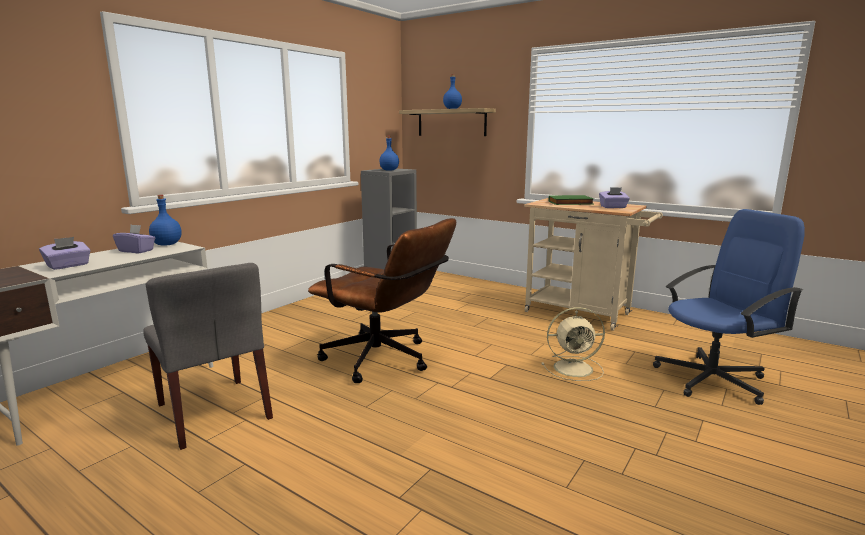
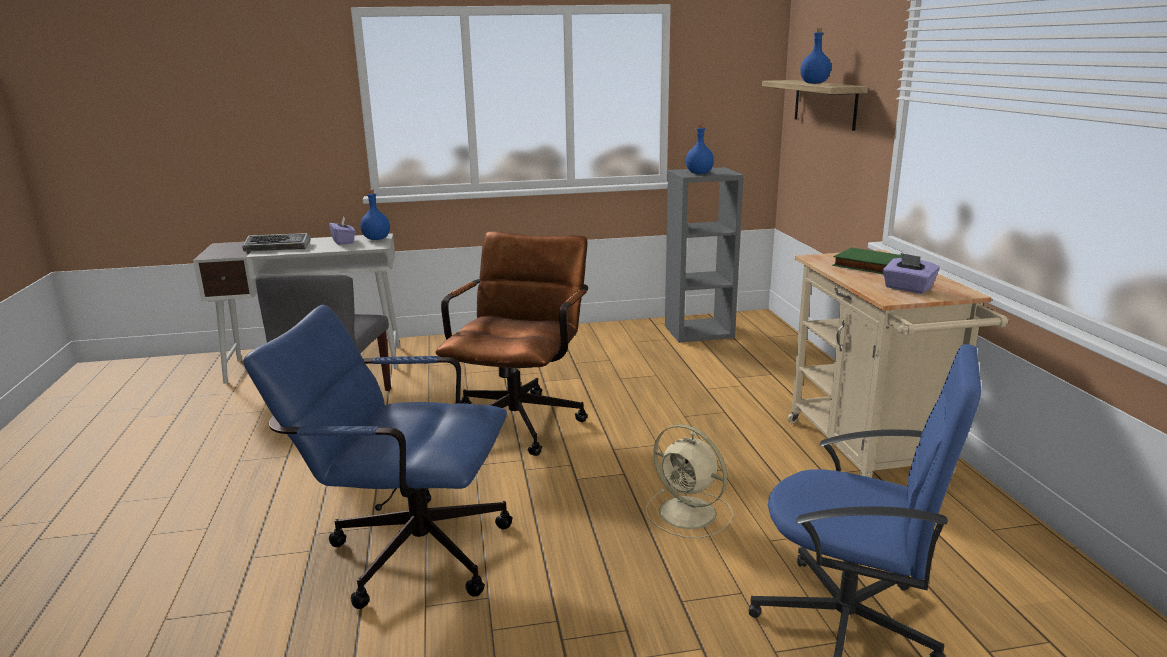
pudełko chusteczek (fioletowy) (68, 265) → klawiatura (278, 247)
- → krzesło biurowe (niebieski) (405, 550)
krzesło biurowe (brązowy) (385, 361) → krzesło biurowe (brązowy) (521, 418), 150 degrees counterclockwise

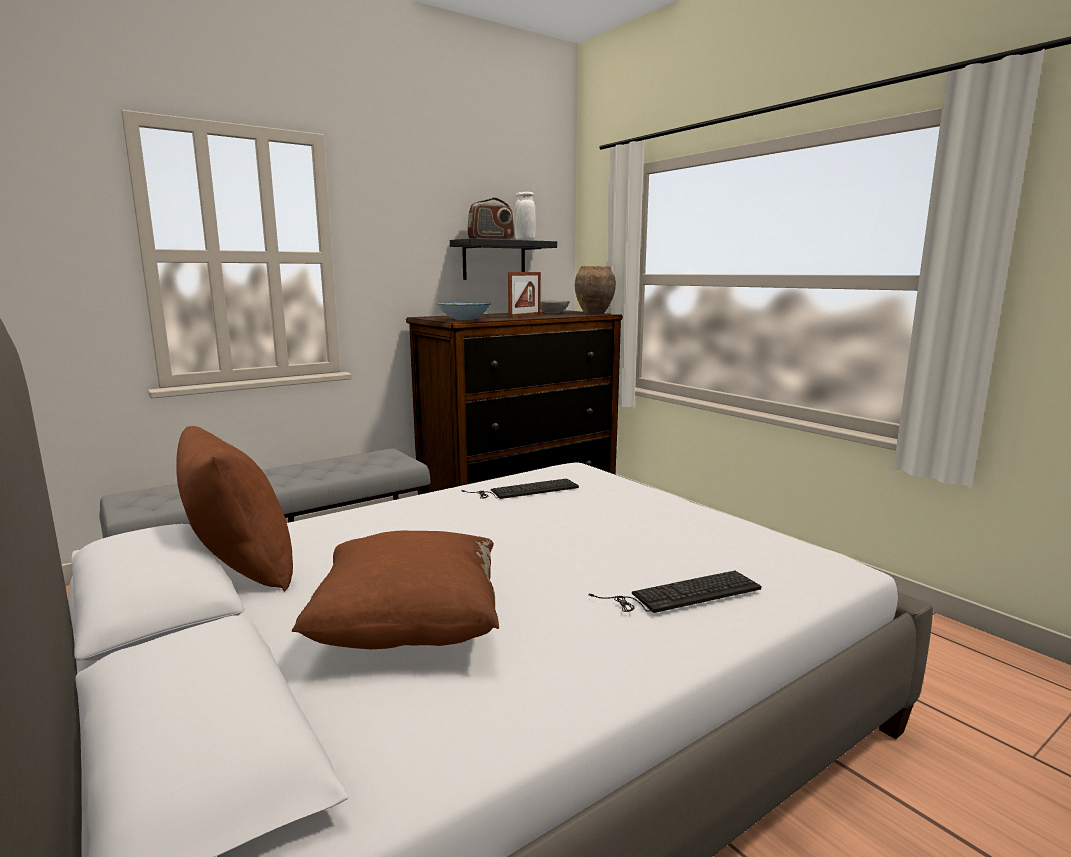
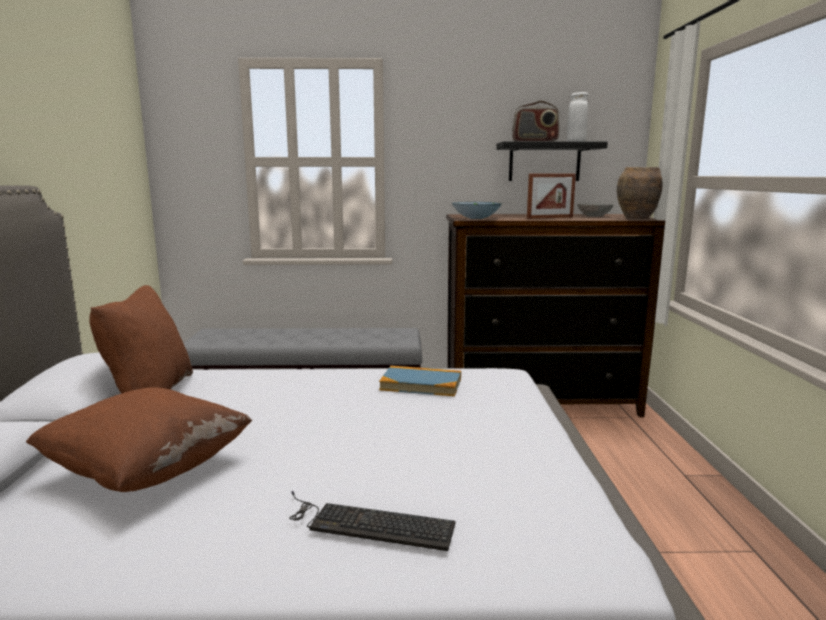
klawiatura (524, 490) → książka (421, 384)

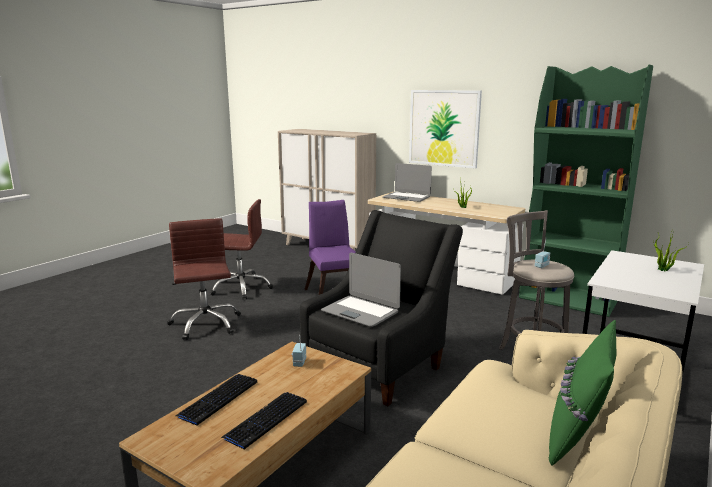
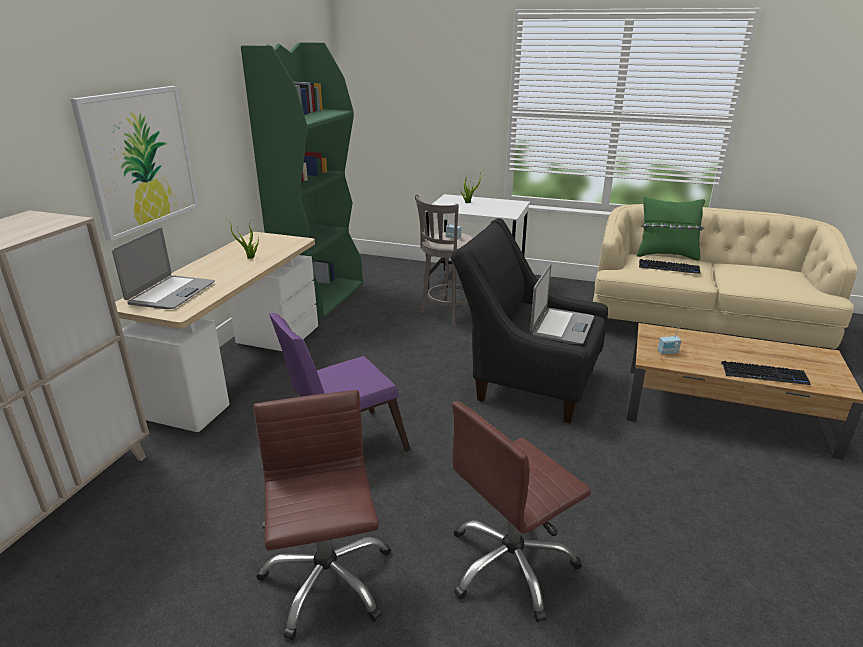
klawiatura (266, 420) → klawiatura (668, 268), moved

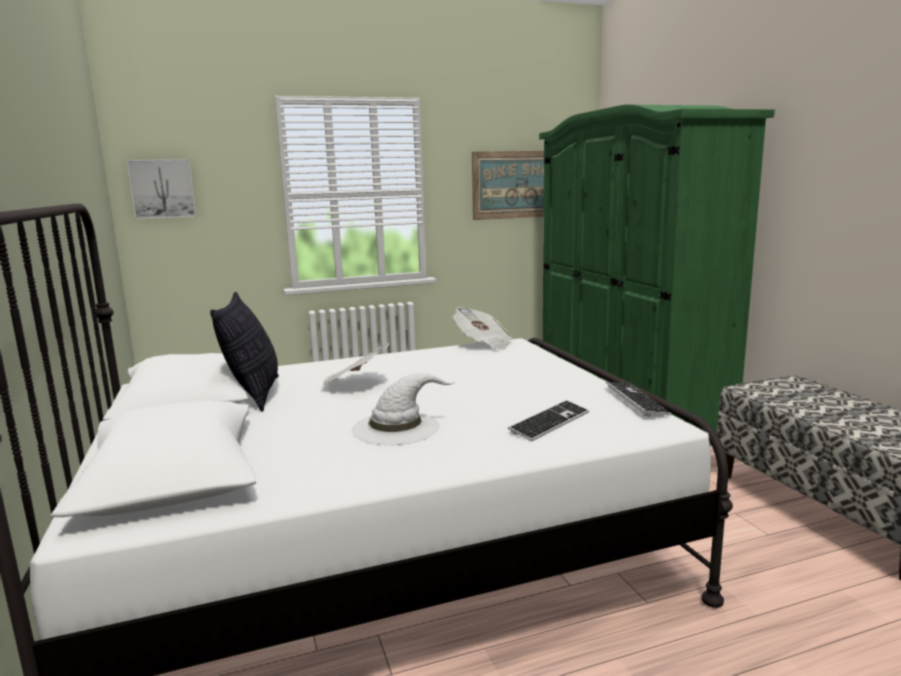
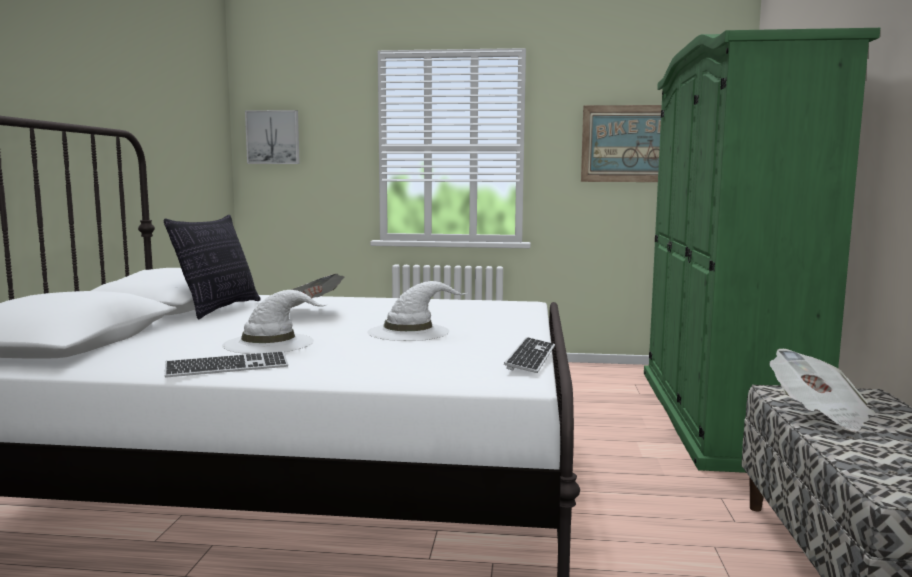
klawiatura (550, 422) → klawiatura (227, 368), moved
- → kapelusz (biały) (410, 331)
gazeta (483, 344) → gazeta (819, 414), moved

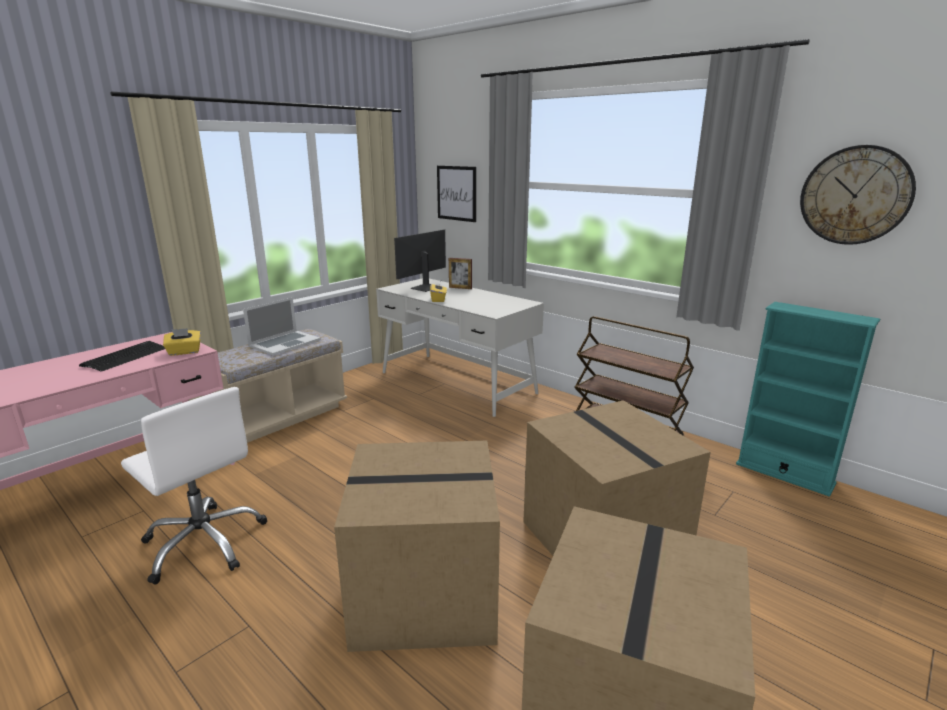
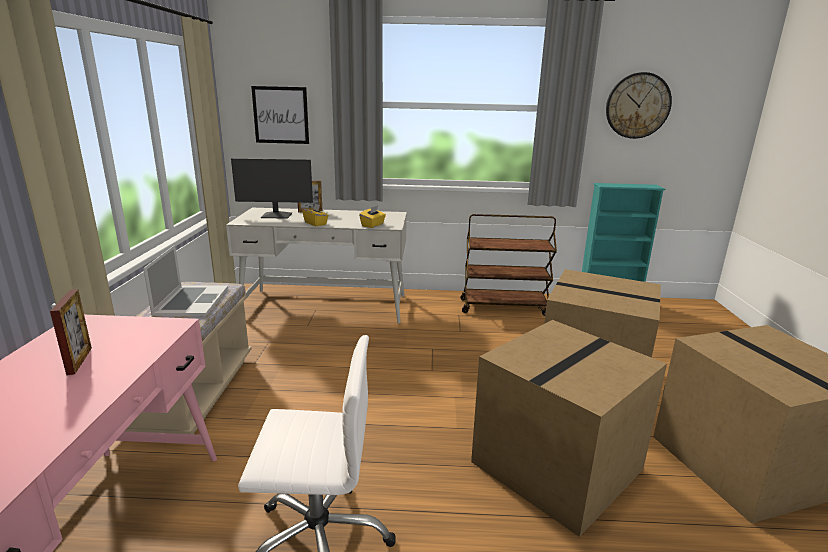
klawiatura (125, 357) → ramka na zdjęcie (79, 361)
monitor (425, 287) → monitor (276, 215), 90 degrees counterclockwise
pudełko chusteczek (żółty) (184, 352) → pudełko chusteczek (żółty) (373, 225), moved

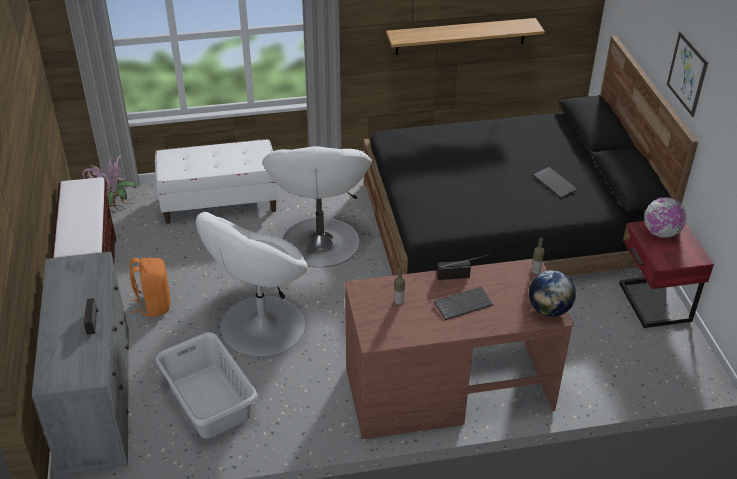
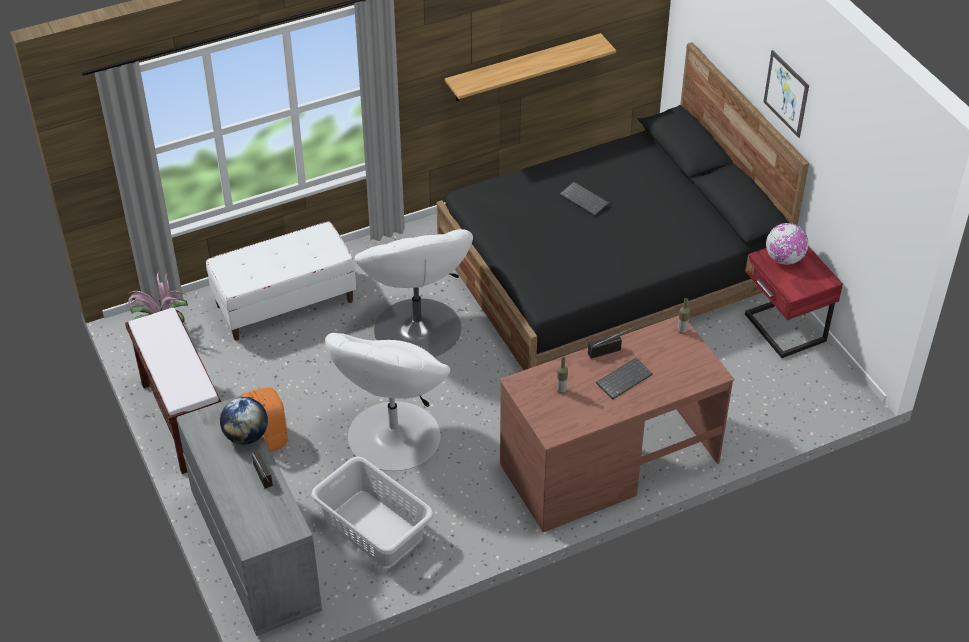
globus (549, 310) → globus (246, 436), moved
klawiatura (555, 183) → klawiatura (585, 199), moved

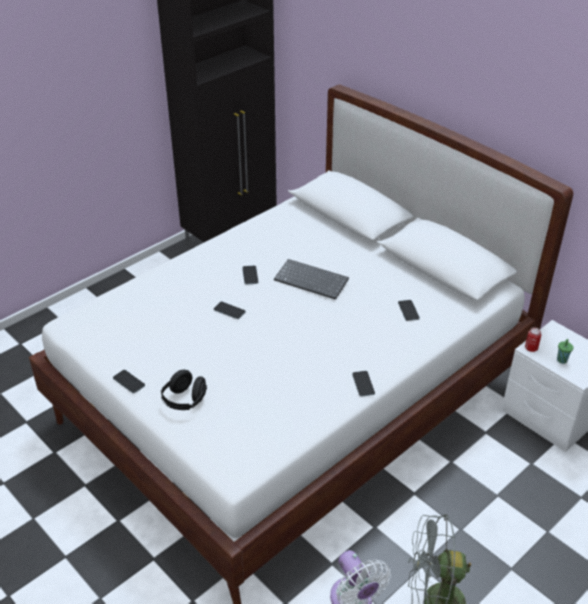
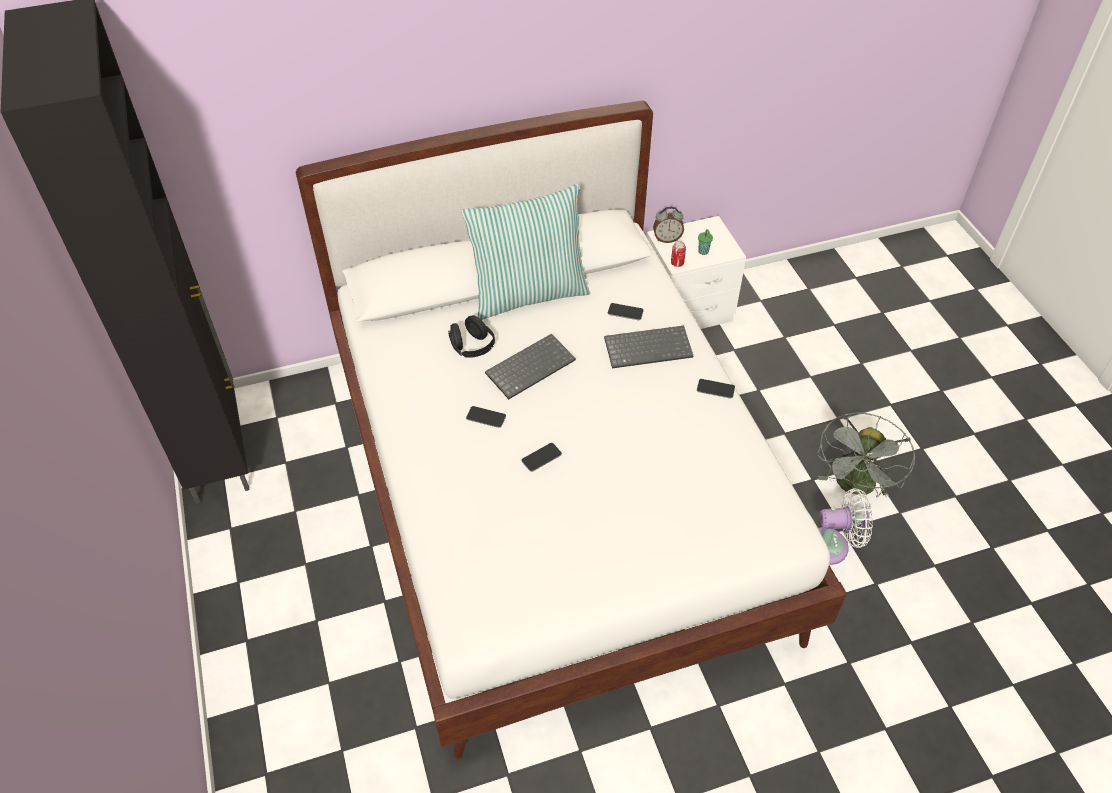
słuchawki (czarny) (184, 401) → słuchawki (czarny) (472, 347), moved
- → poduszka (528, 294)
- → klawiatura (649, 347)
- → budzik (667, 239)
telefon (129, 382) → -

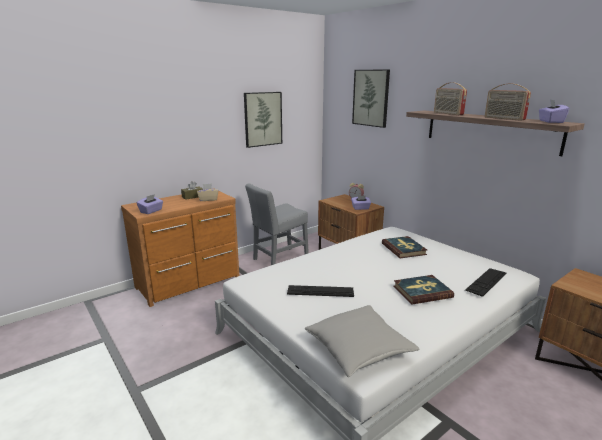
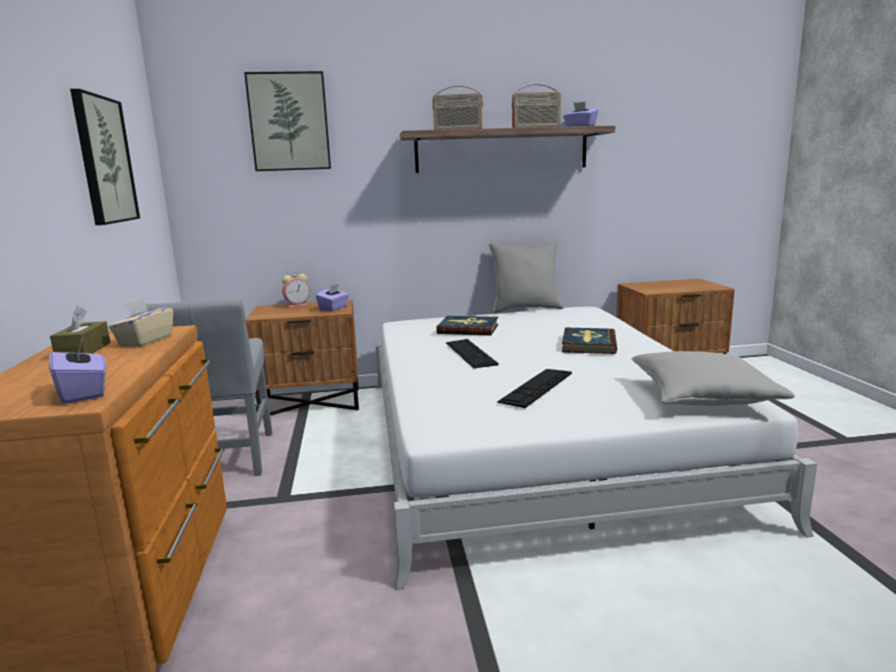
klawiatura (486, 281) → klawiatura (470, 353), moved
- → poduszka (szary) (526, 309)

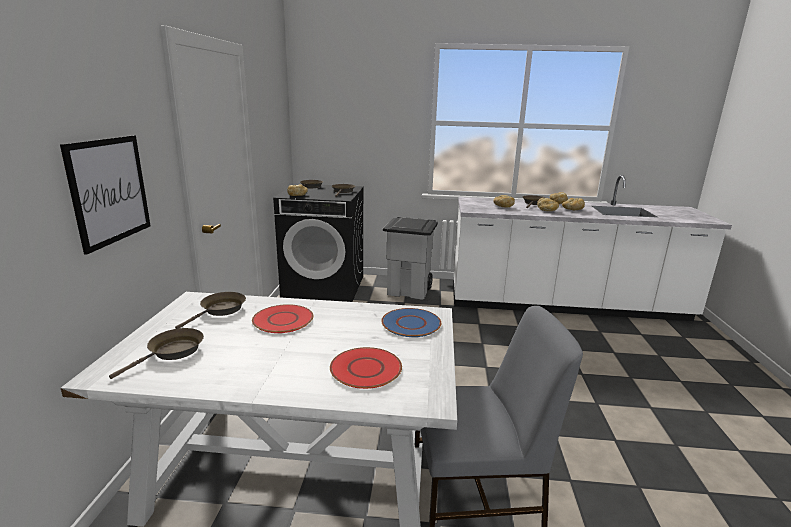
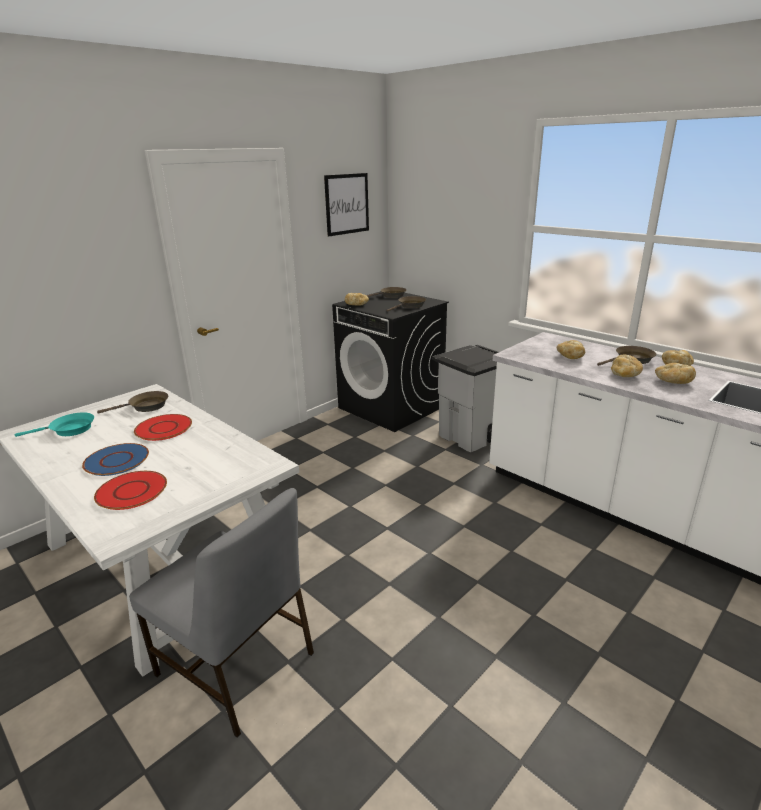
patelnia (brązowy) (172, 352) → patelnia (turkusowy) (69, 430)
talerz (niebieski) (411, 323) → talerz (niebieski) (117, 460), moved
obraz (110, 190) → obraz (347, 204), moved

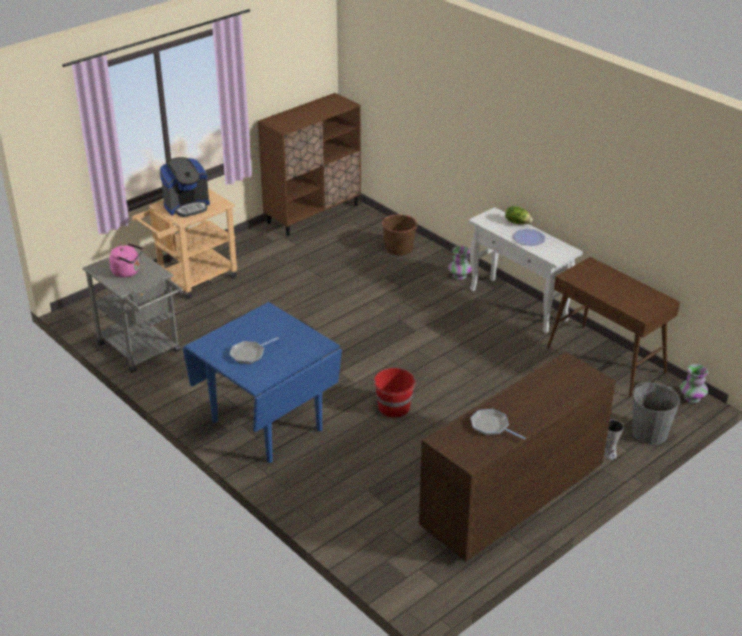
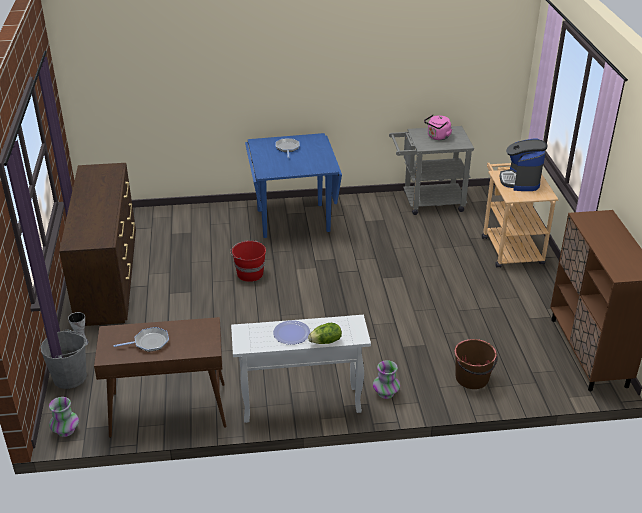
patelnia (491, 426) → patelnia (149, 342), moved

